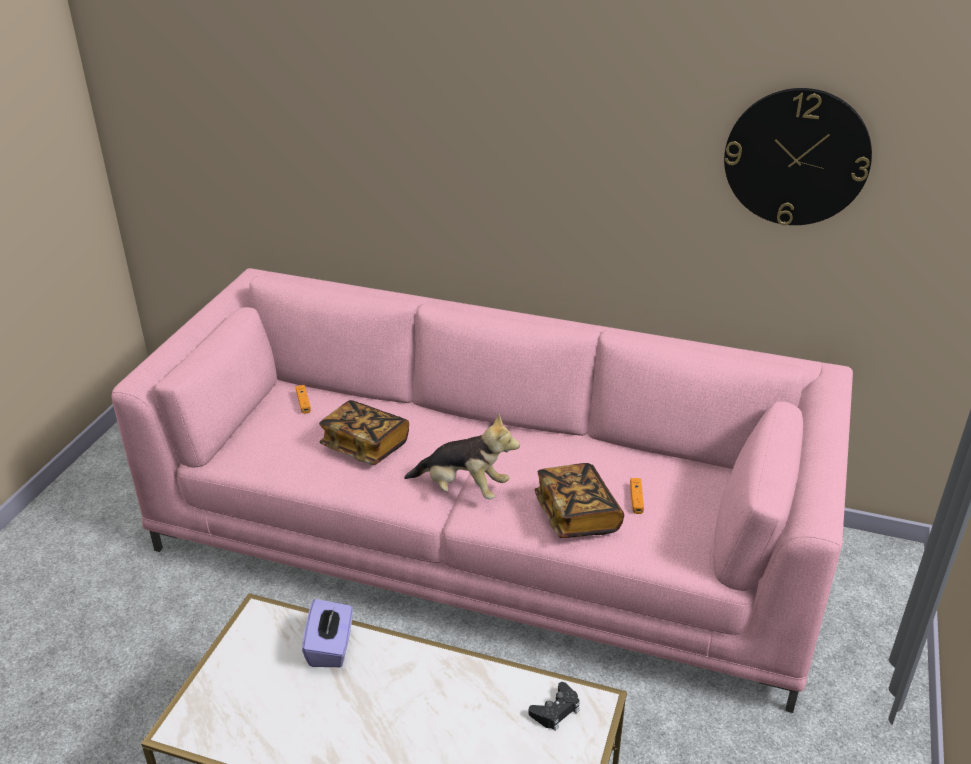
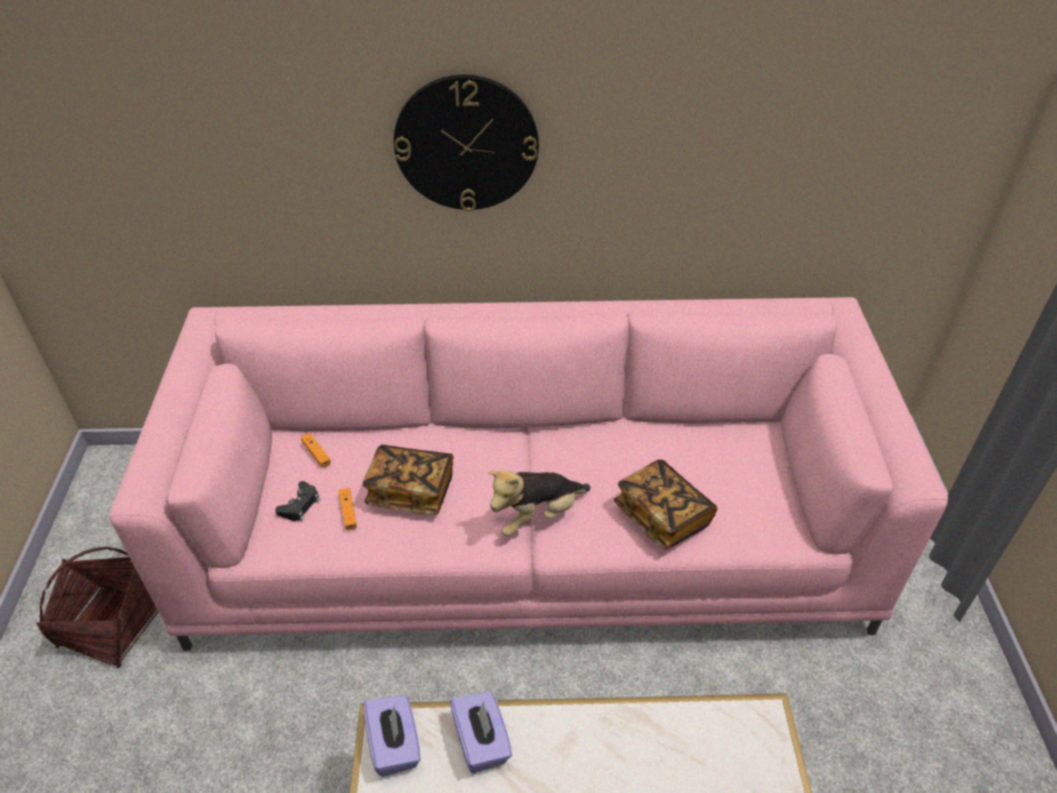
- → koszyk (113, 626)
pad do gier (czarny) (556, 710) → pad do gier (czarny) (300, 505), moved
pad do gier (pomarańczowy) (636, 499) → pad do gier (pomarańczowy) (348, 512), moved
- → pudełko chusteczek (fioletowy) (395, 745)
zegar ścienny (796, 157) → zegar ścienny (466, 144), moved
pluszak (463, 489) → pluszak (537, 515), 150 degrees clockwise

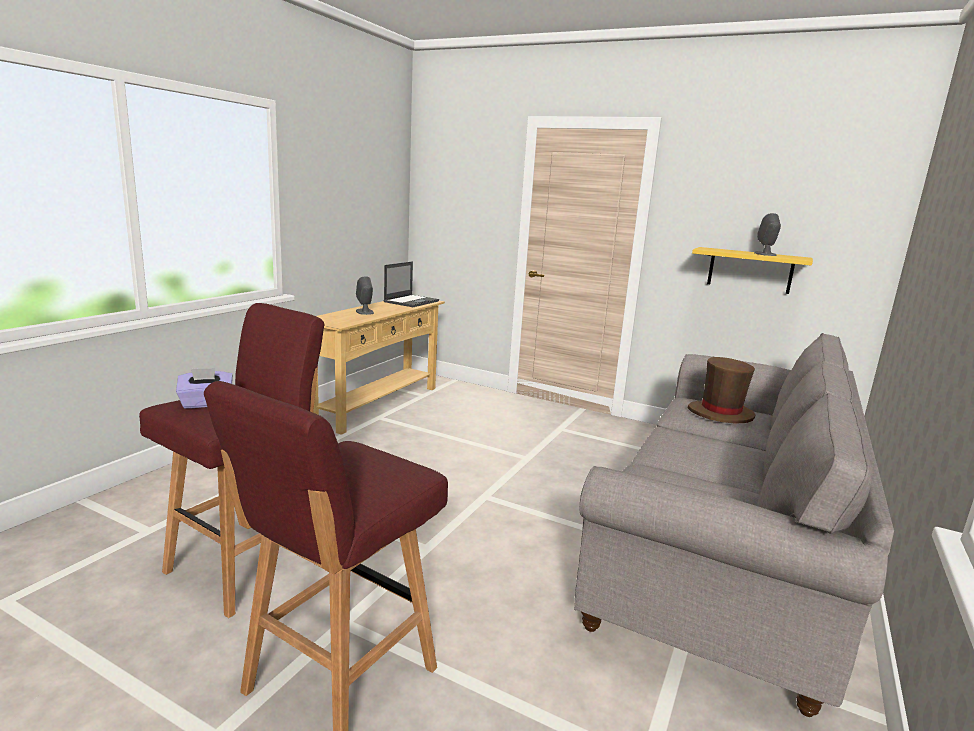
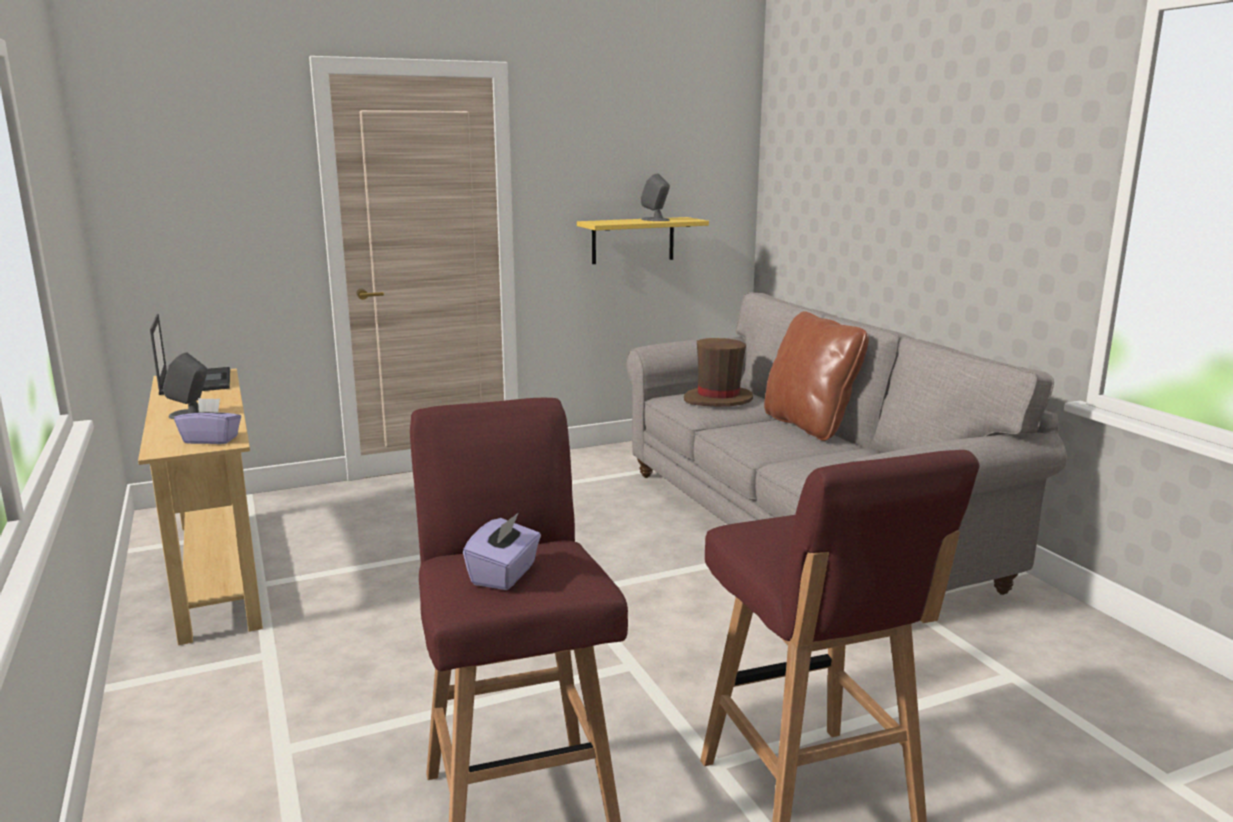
- → pudełko chusteczek (fioletowy) (211, 440)
- → poduszka (brązowy) (809, 425)

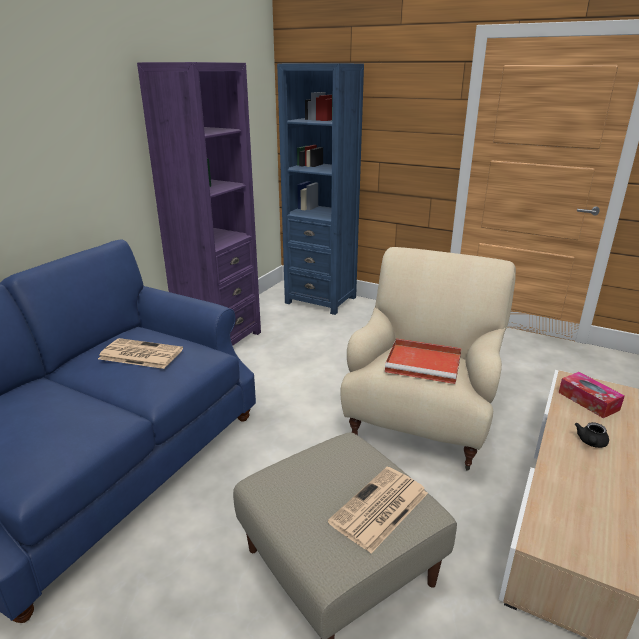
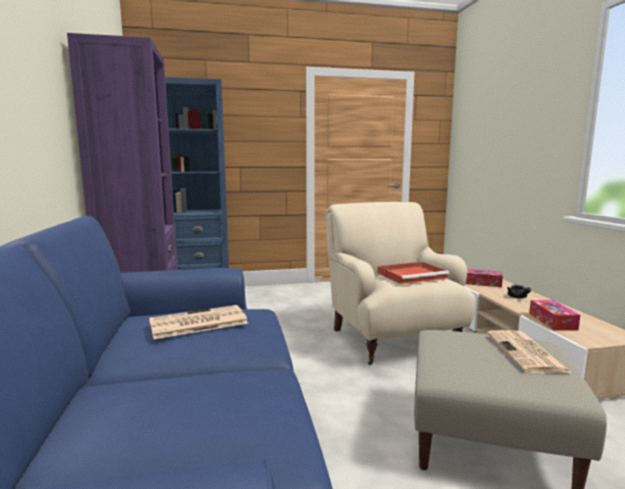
- → pudełko chusteczek (552, 321)

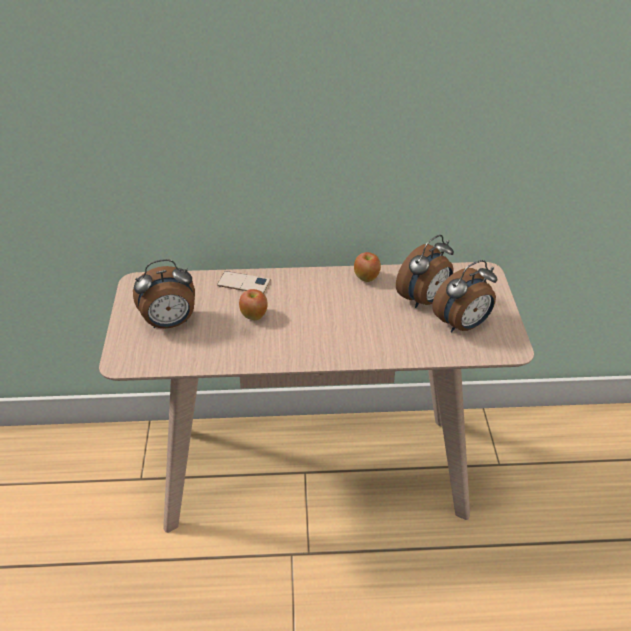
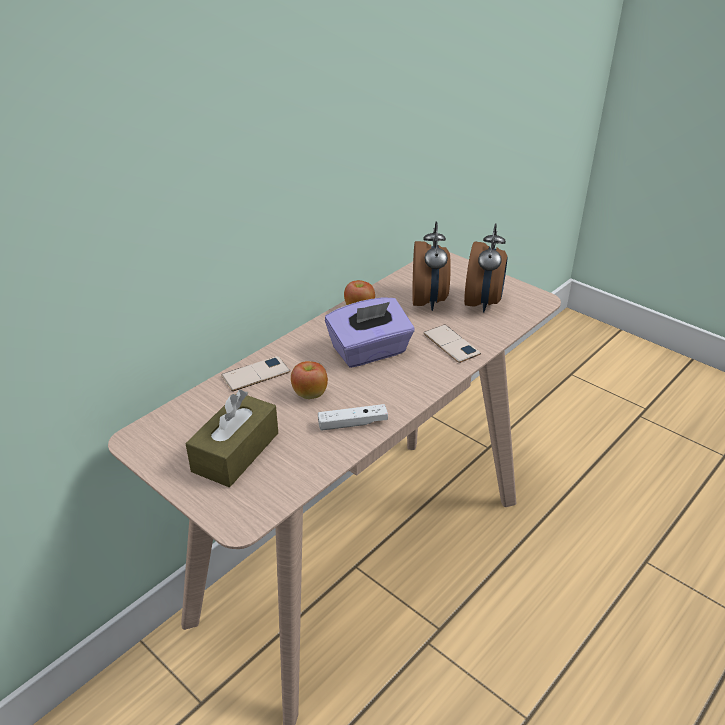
budzik (170, 323) → pudełko chusteczek (brązowy) (235, 452)
- → pad do gier (biały) (352, 423)
- → pudełko chusteczek (fioletowy) (370, 352)
- → telefon (451, 344)

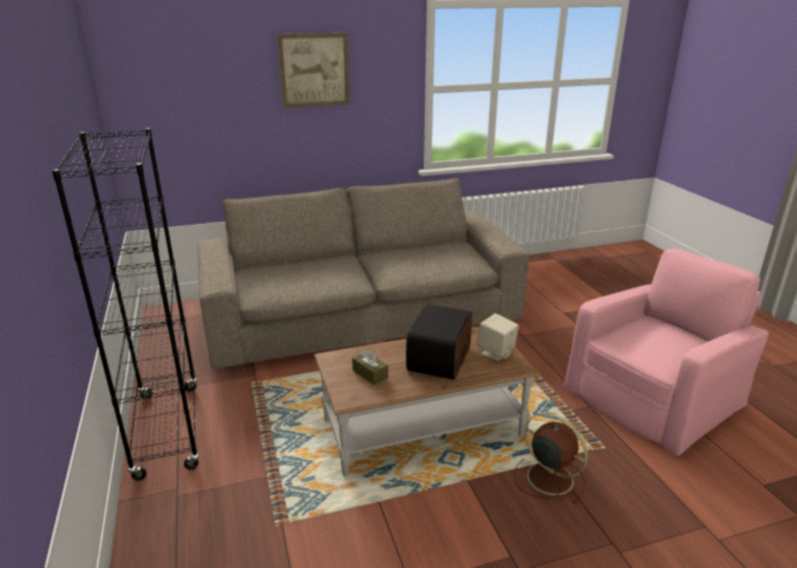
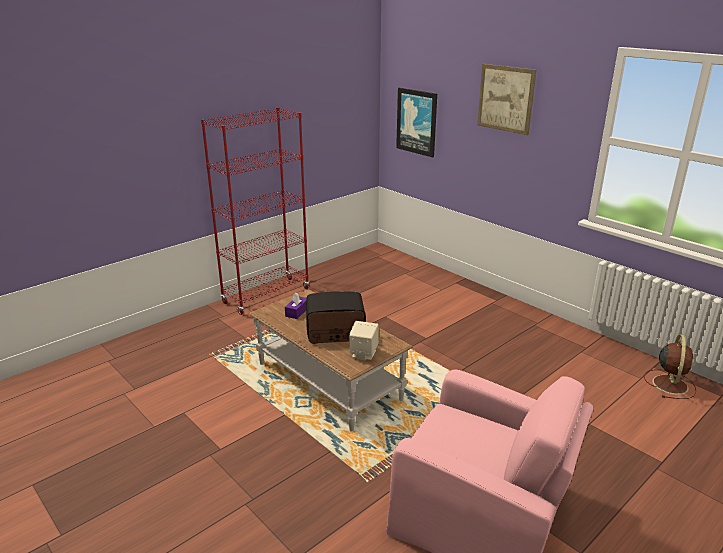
regał (czarny) (167, 430) → regał (czerwony) (266, 296)
pudełko chusteczek (brązowy) (370, 374) → pudełko chusteczek (fioletowy) (297, 312)
- → obraz (417, 122)
wentylator (brązowy) (548, 477) → wentylator (brązowy) (670, 384), moved
kanapa (beżowy) (362, 316) → -

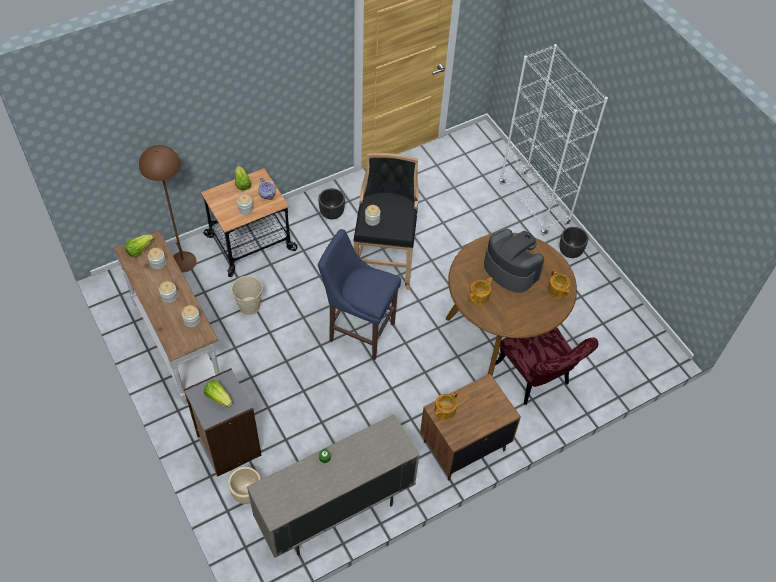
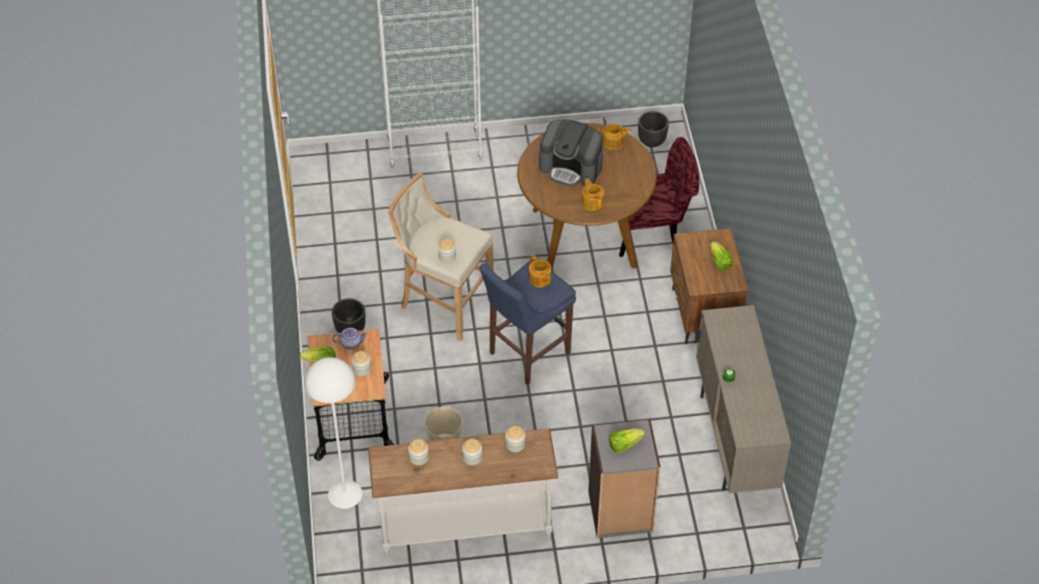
lampa stojąca (brązowy) (183, 261) → lampa stojąca (biały) (344, 494)
stołek (czarny) (385, 260) → stołek (beżowy) (443, 302)
imbryk (444, 410) → imbryk (539, 279), moved
ekspres do kawy (510, 269) → ekspres do kawy (571, 167), 135 degrees counterclockwise
donica (czarny) (570, 252) → donica (czarny) (652, 141), moved
sałata (139, 250) → sałata (719, 262), moved
donica (beżowy) (246, 493) → -

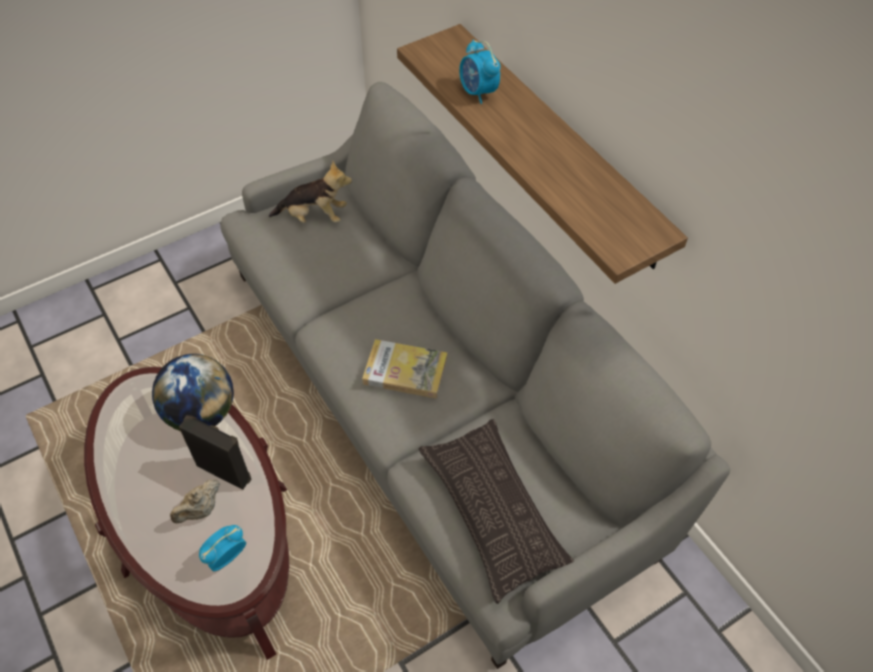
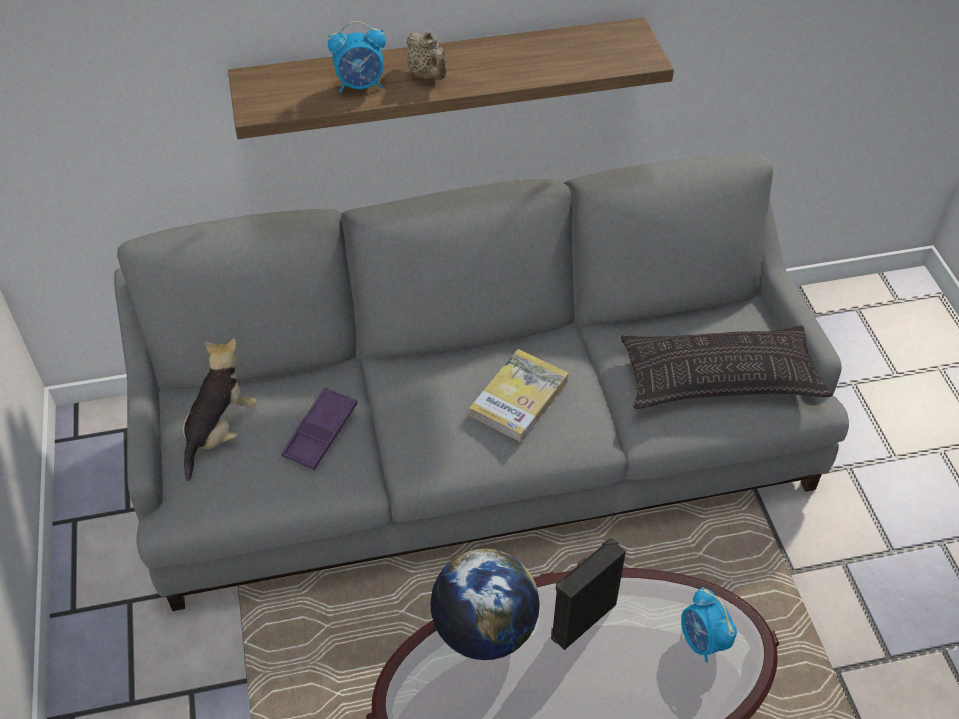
- → taca (fioletowy) (320, 432)
imbryk (beżowy) (200, 510) → imbryk (beżowy) (428, 76), moved

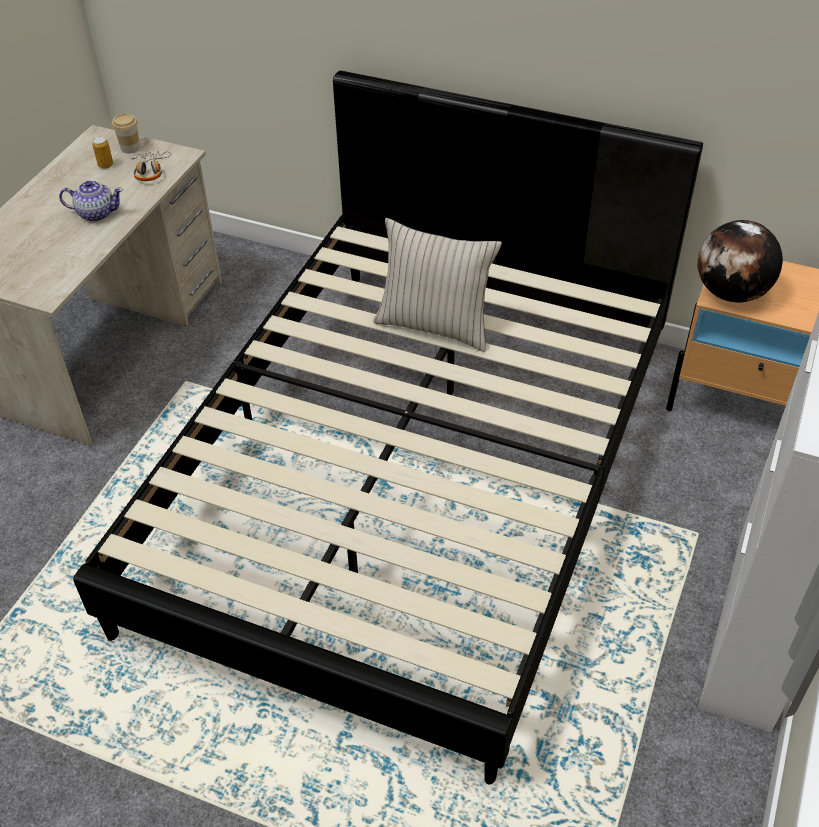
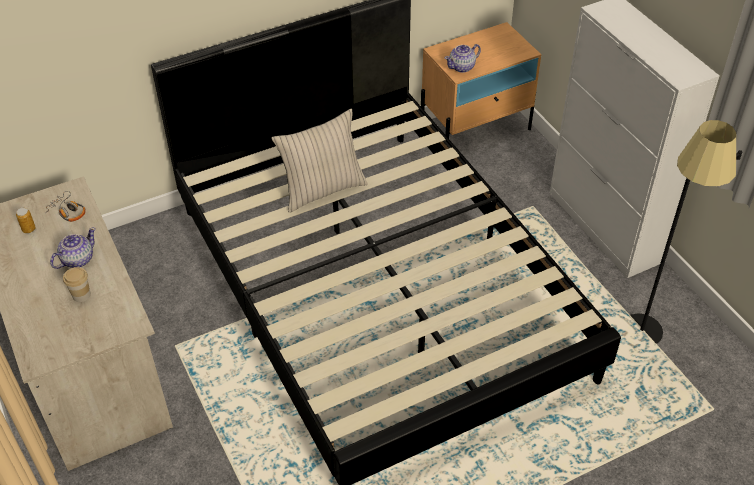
filiżanka (130, 148) → filiżanka (81, 295), moved
globus (731, 293) → imbryk (462, 67)
- → lampa stojąca (czarny) (644, 345)

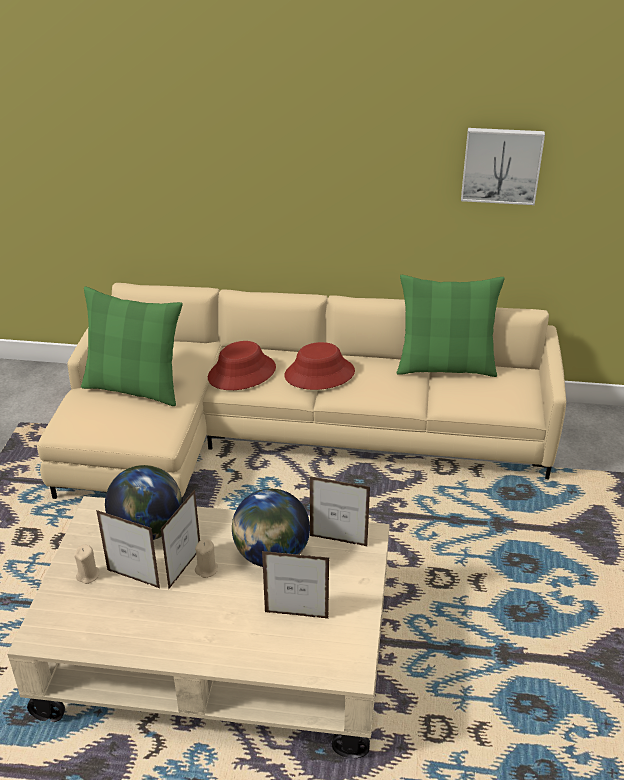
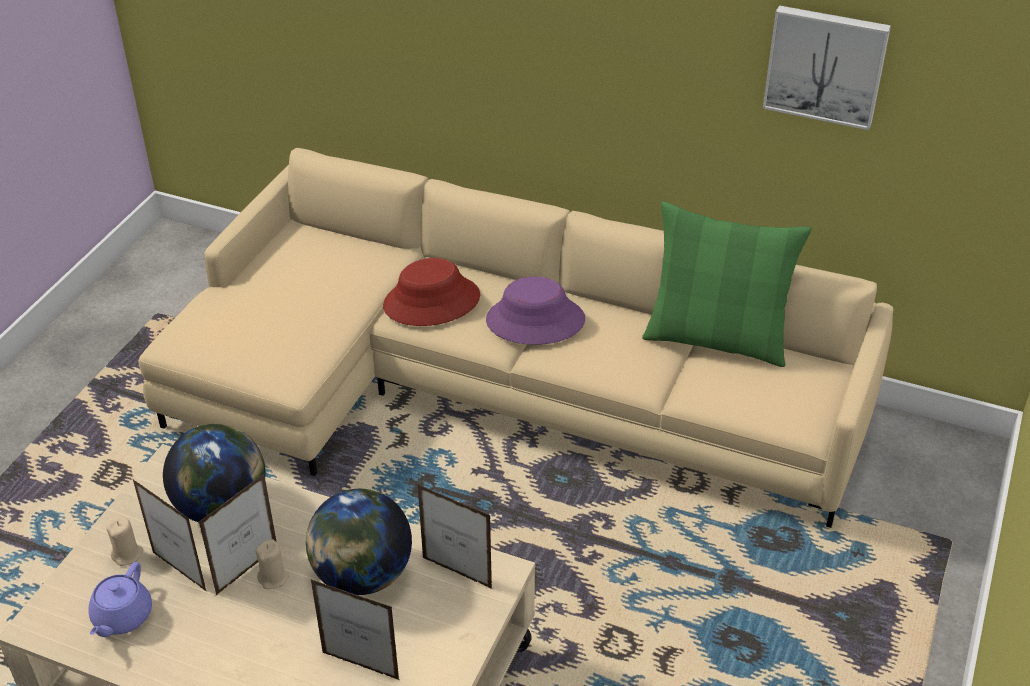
- → imbryk (fioletowy) (122, 617)
kapelusz (czerwony) (319, 374) → kapelusz (fioletowy) (535, 321)
poduszka (zielony) (134, 388) → -

